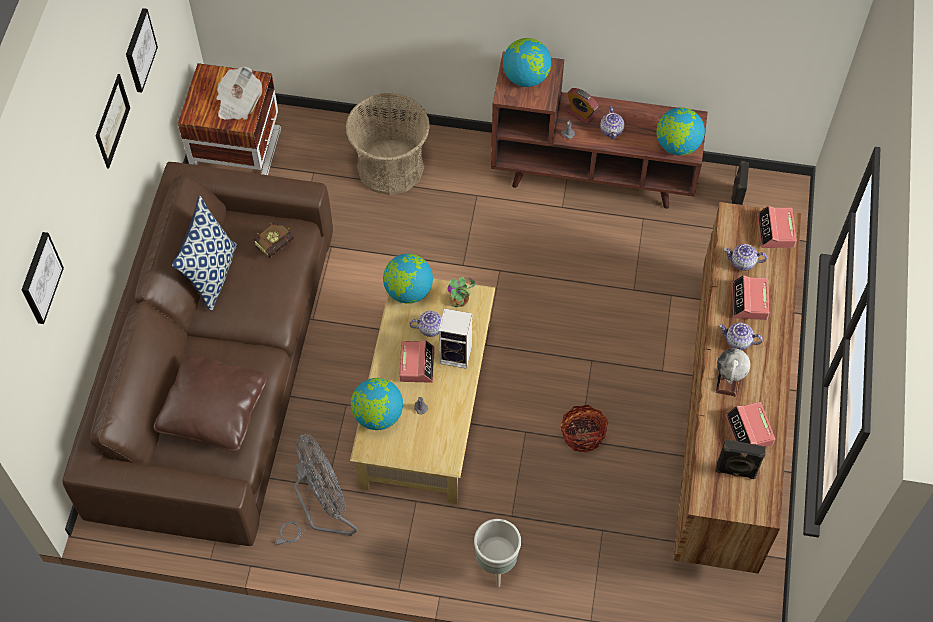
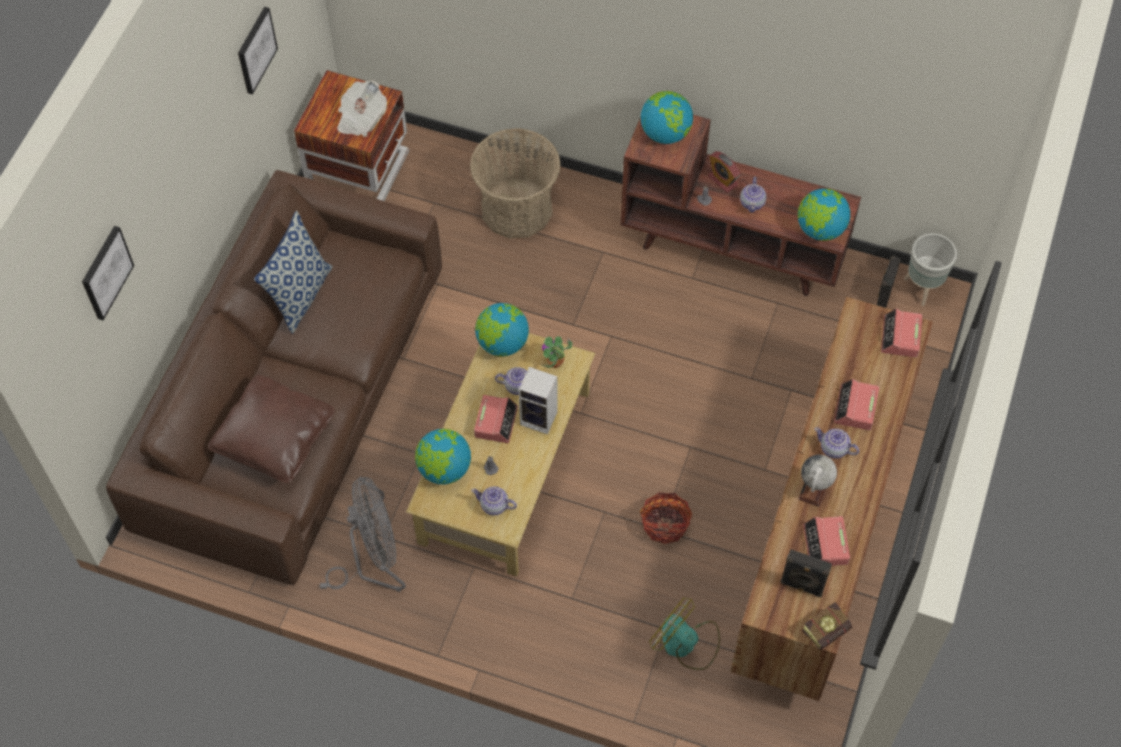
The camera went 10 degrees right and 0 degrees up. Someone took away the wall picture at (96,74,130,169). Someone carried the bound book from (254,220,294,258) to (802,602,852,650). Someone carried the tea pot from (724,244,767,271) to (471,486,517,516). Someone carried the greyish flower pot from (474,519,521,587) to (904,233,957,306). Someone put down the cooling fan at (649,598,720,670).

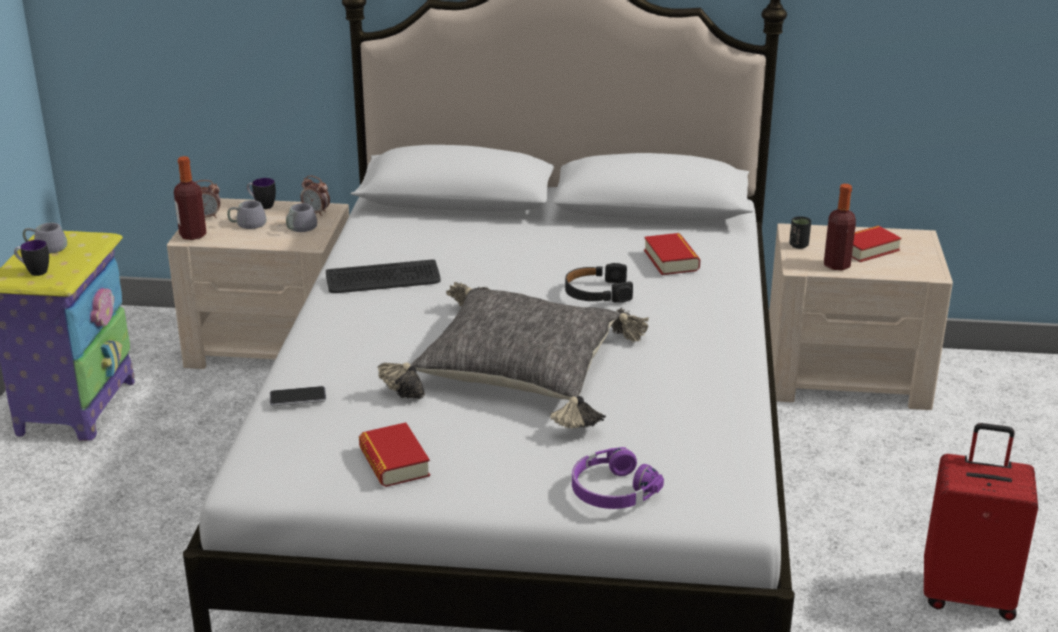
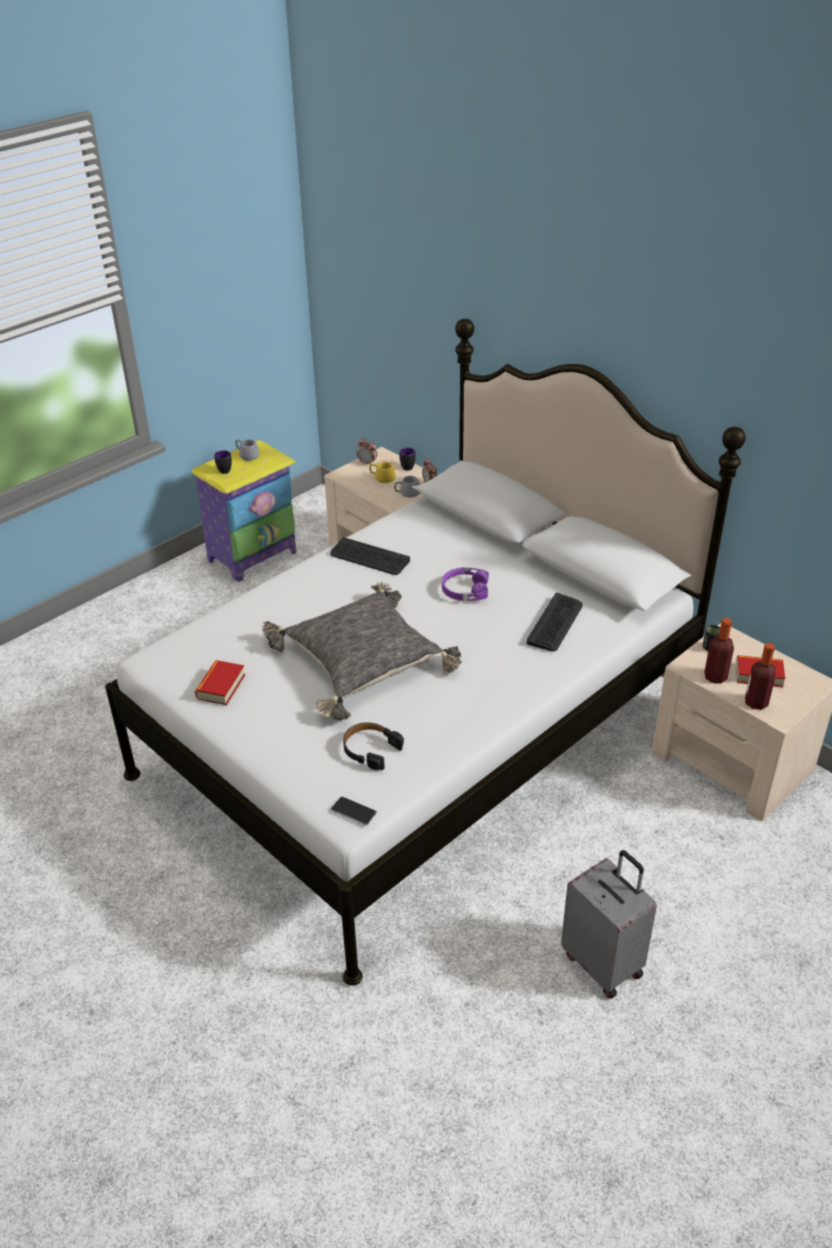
The camera went 40 degrees right and 10 degrees up. Someone carried the beverage bottle from (174,156,207,240) to (745,643,776,710). Someone repainted the greyish tea mug at (227,200,266,229), which became the yellow-coloured tea mug at (369,462,396,483). Someone swapped the bound book at (644,233,700,275) for the computer keyboard at (527,593,583,652). Someone carried the black-coloured headset from (565,263,633,303) to (343,723,404,770). Someone carried the telephone from (270,386,326,407) to (331,797,377,826). Someone repainted the reddish piece of luggage at (924,423,1038,621), which became the greyish piece of luggage at (561,850,657,999). Someone carried the purplish headset from (572,447,664,509) to (442,567,489,601).

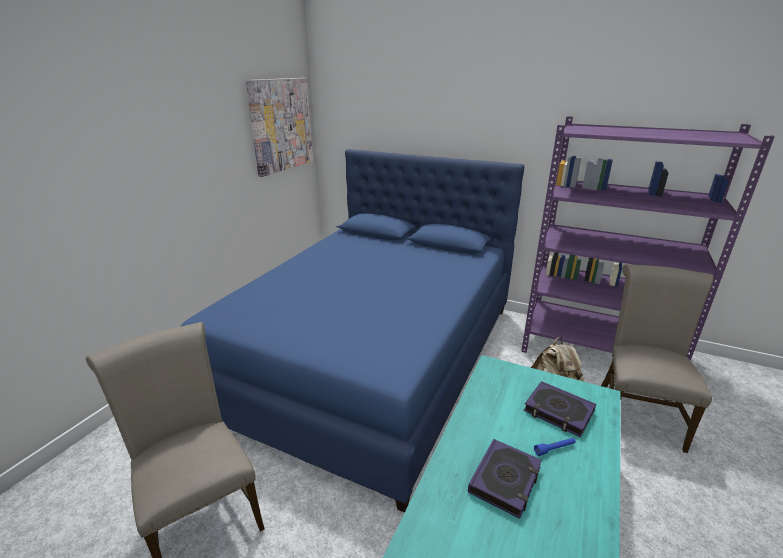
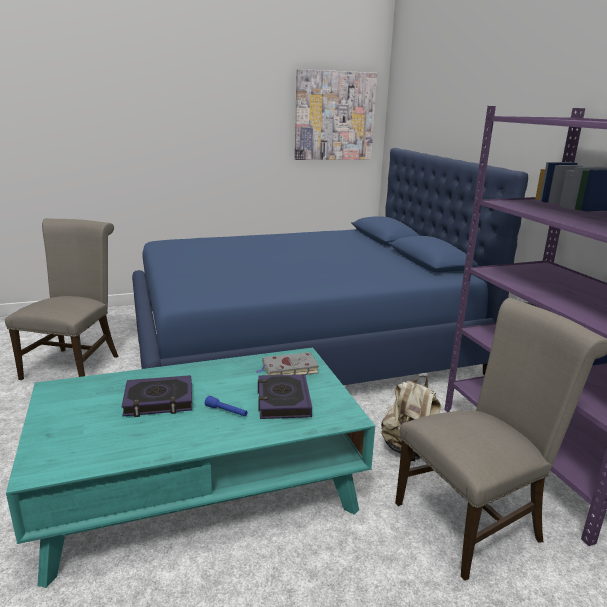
The camera went 45 degrees right and 5 degrees down. Someone put down the greyish bound book at (256,352,319,375).

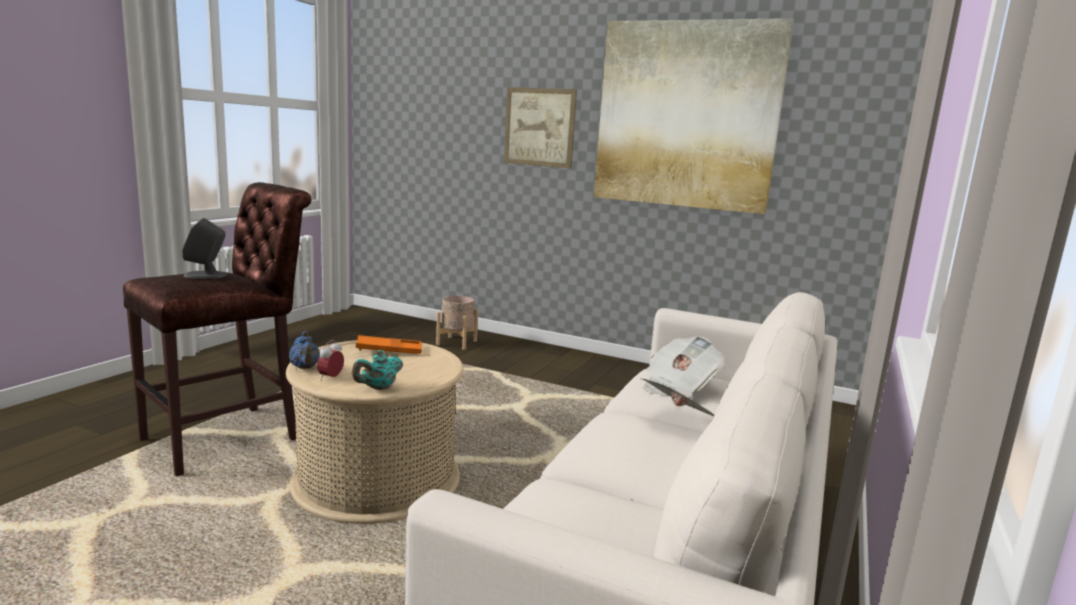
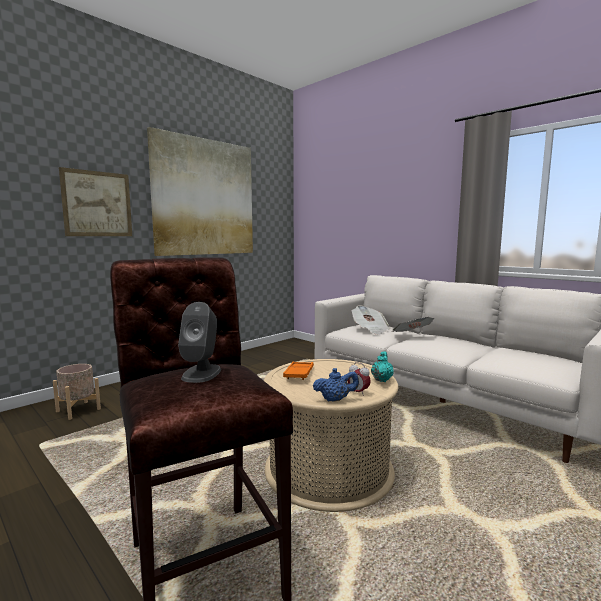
The camera went 70 degrees left and 5 degrees down. Someone rotated the turquoise tea pot at (352,350,403,390) by 135 degrees counterclockwise.

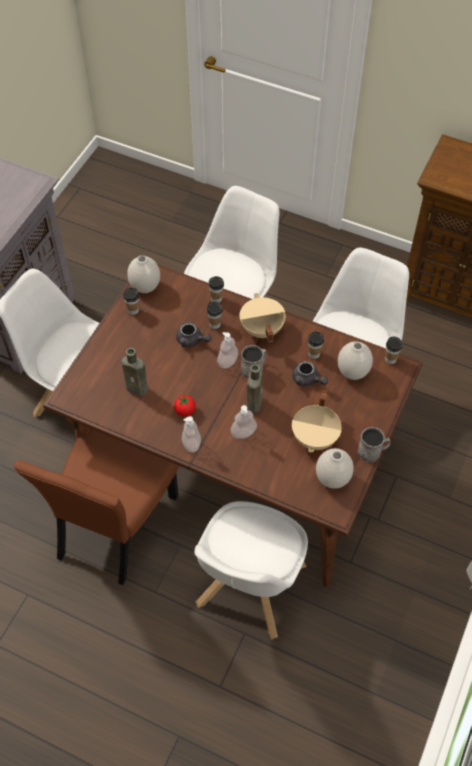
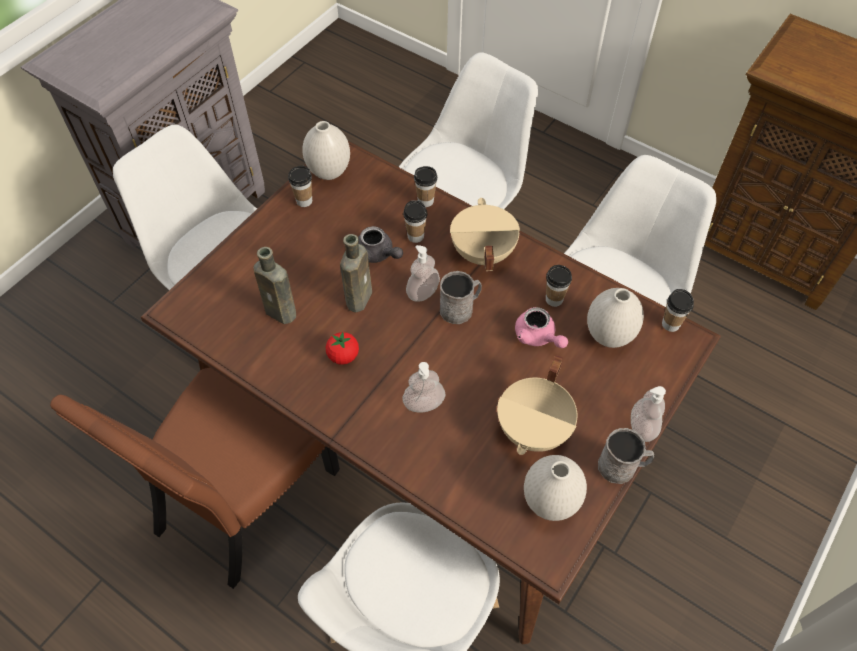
The camera went 10 degrees right and 0 degrees up. Someone repainted the greyish tea pot at (292,361,328,386), which became the pink tea pot at (515,307,568,348). Someone carried the brown beverage bottle from (247,364,263,414) to (340,234,372,313). Someone carried the soap dispenser from (182,416,201,452) to (631,386,666,442).

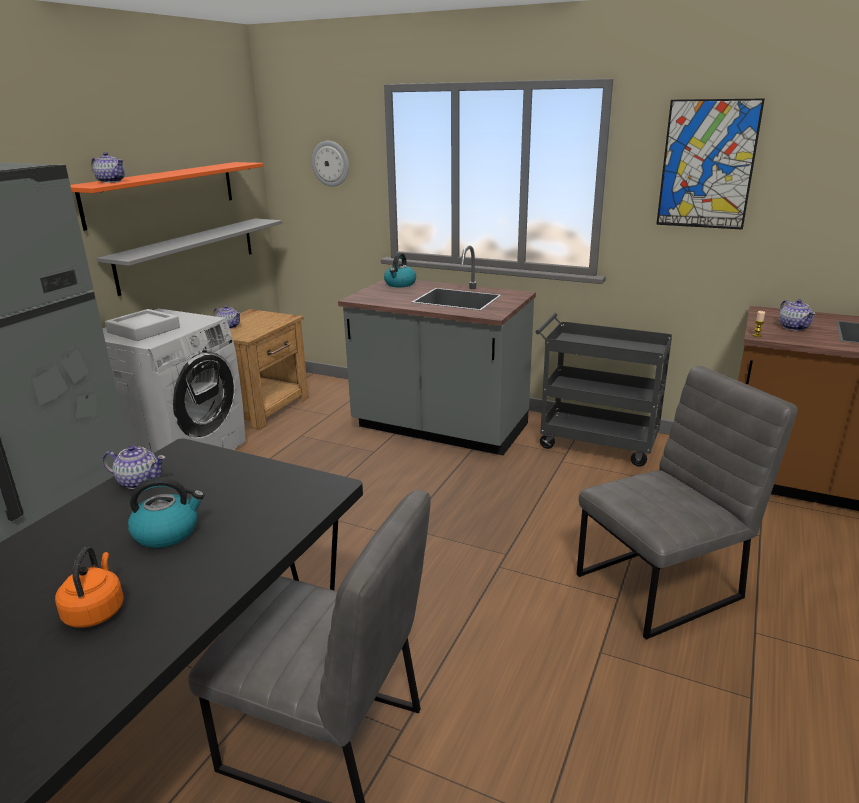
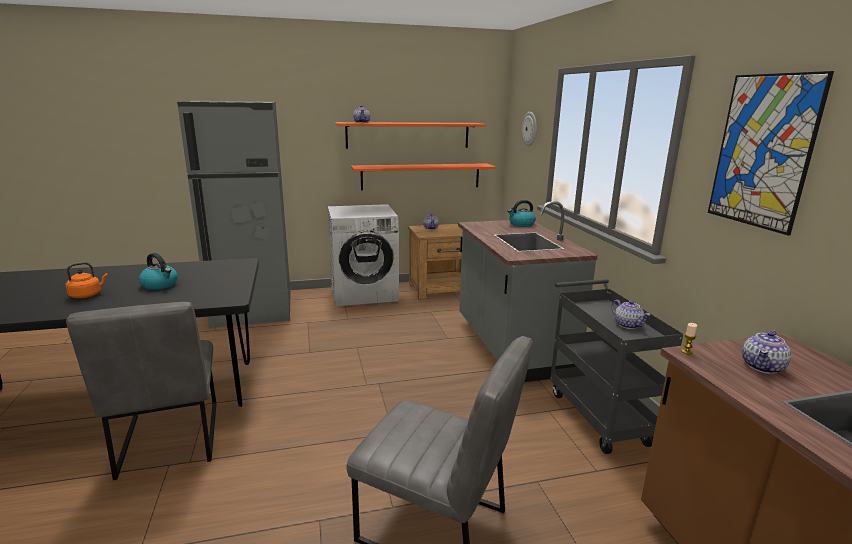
The camera went 50 degrees right and 5 degrees down. Someone repainted the greyish shelf at (97,218,282,296), which became the orange shelf at (351,163,496,190). Someone took away the greyish carrying tray at (105,309,180,341). Someone carried the tea pot from (103,445,166,489) to (611,300,650,329).

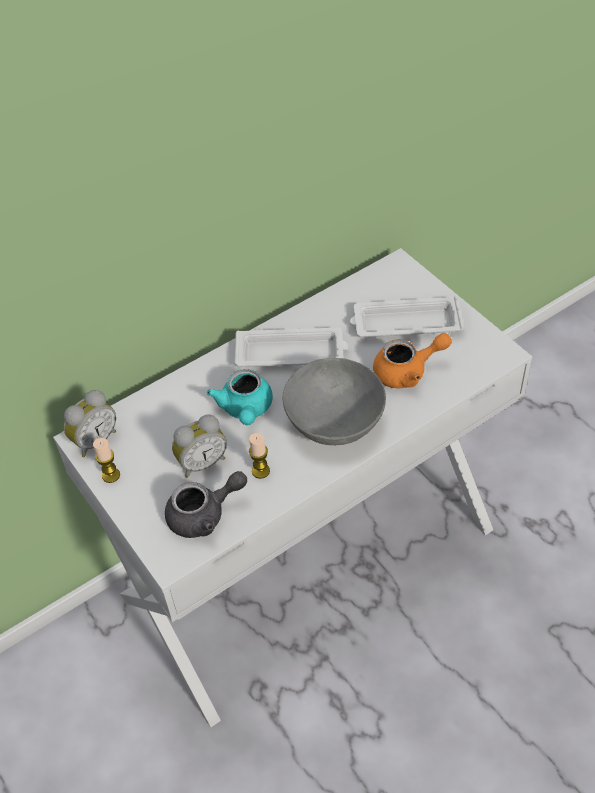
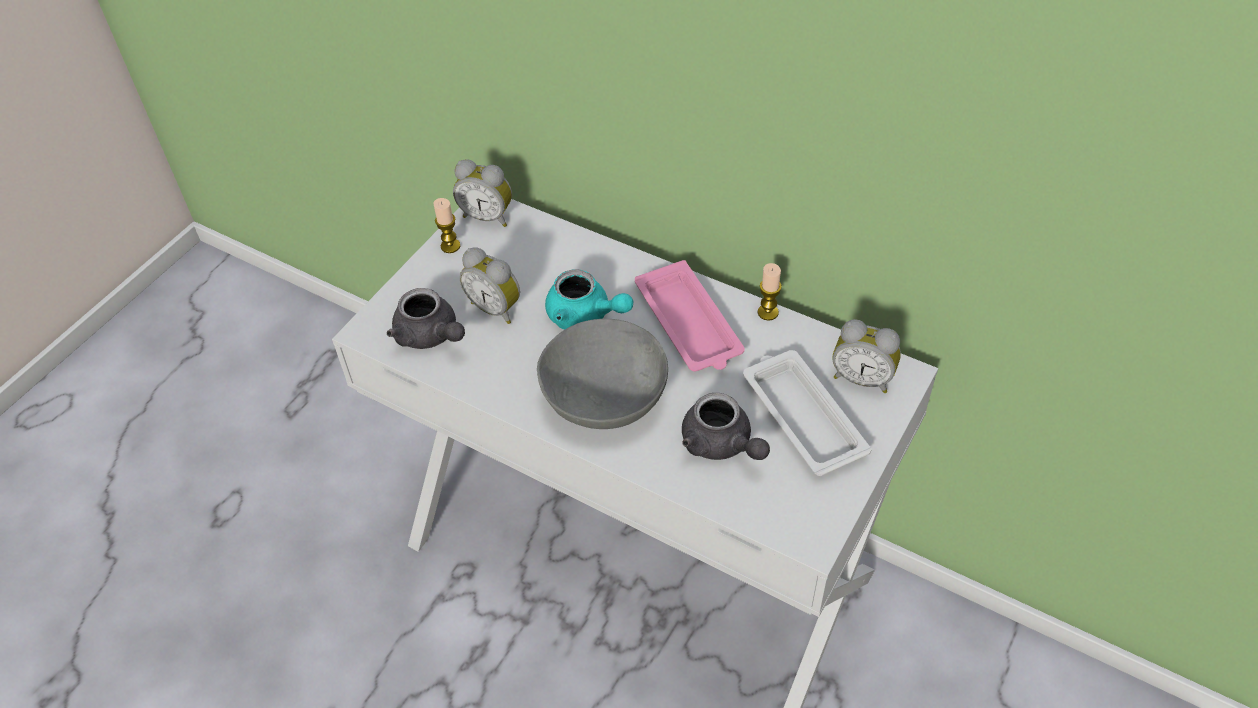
The camera went 65 degrees right and 0 degrees up. Someone repainted the white-coloured carrying tray at (234,328,348,367), which became the pink carrying tray at (635,260,745,372). Someone repainted the orange tea pot at (373,333,452,389), which became the greyish tea pot at (682,393,770,460). Someone rotated the turquoise tea pot at (207,369,273,425) by 120 degrees counterclockwise. Someone carried the candle from (249,433,270,479) to (758,263,782,321). Someone put down the table clock at (833,319,901,393).

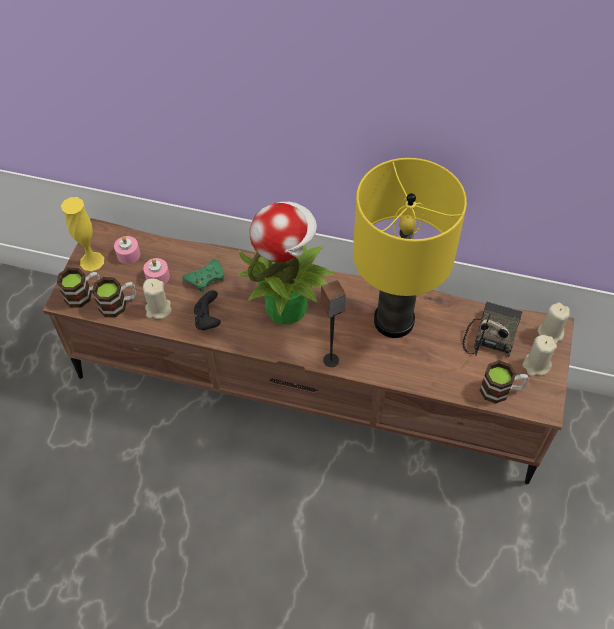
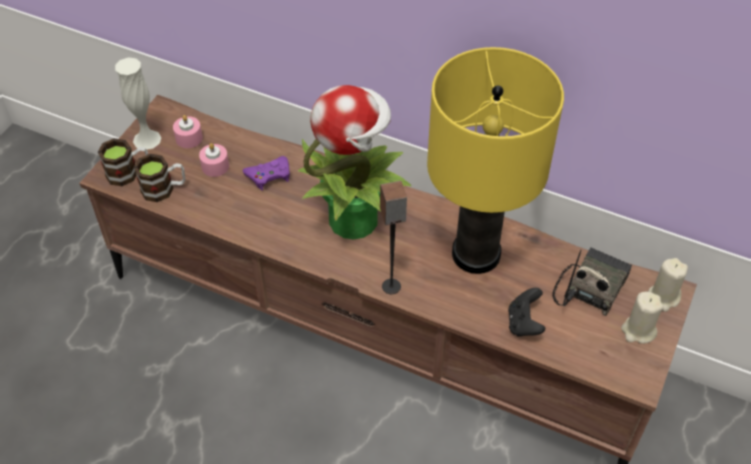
The camera went 10 degrees right and 5 degrees down. Someone repainted the yellow-coloured vase at (61,197,104,271), which became the white-coloured vase at (115,58,162,150). Someone repainted the green gamepad at (182,259,224,293), which became the purplish gamepad at (242,156,290,191). Someone took away the beige candle at (143,278,172,319). Someone carried the black-coloured gamepad from (194,290,221,331) to (508,288,545,337). Someone took away the tea mug at (480,360,529,404).

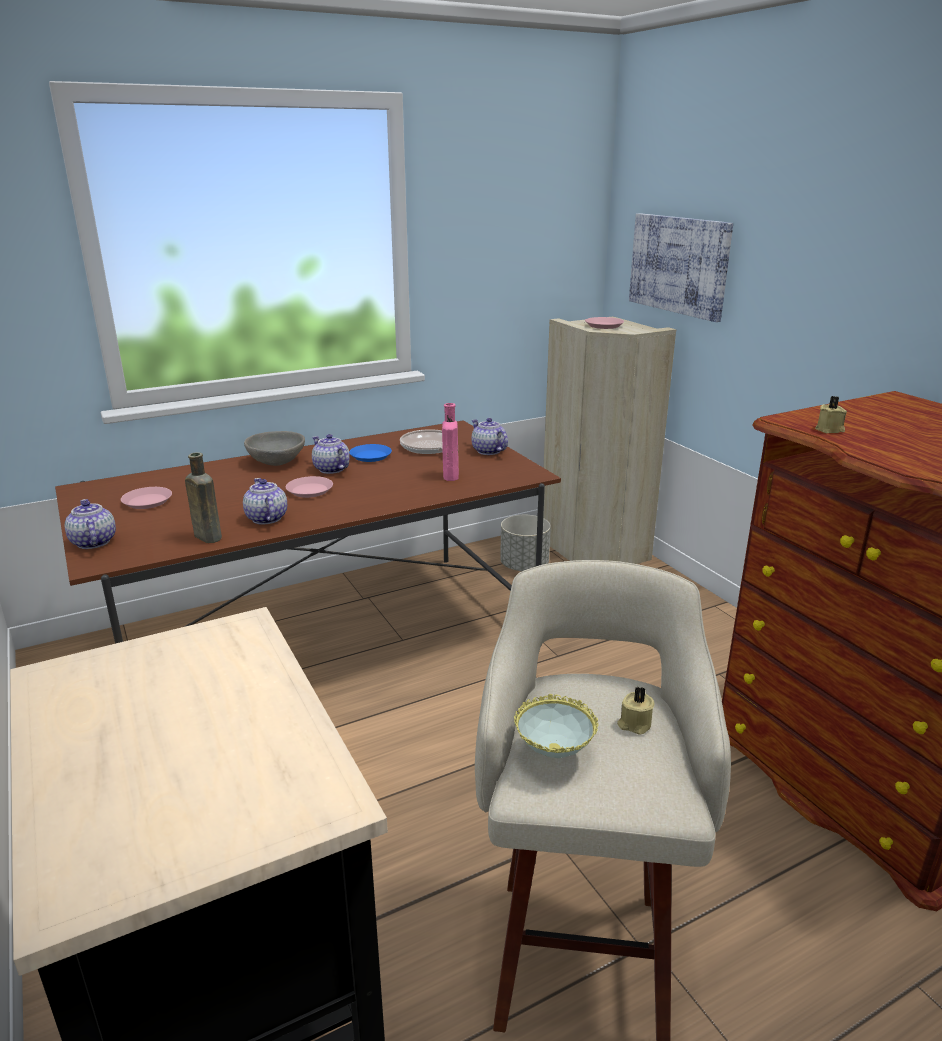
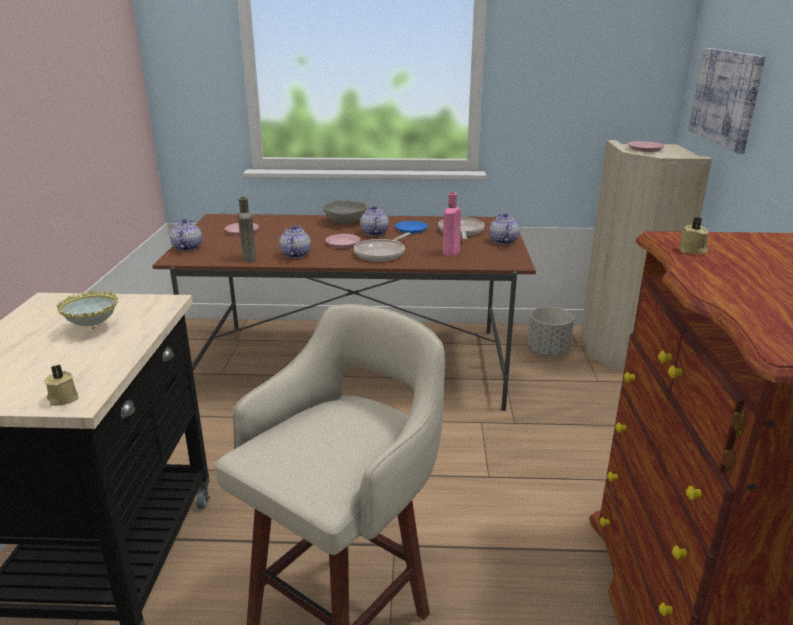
The camera went 30 degrees right and 0 degrees up. Someone carried the beige candle from (617,686,655,735) to (44,365,79,406). Someone carried the serving bowl from (514,694,599,758) to (56,291,118,330). Someone put down the skillet at (354,232,411,261).

